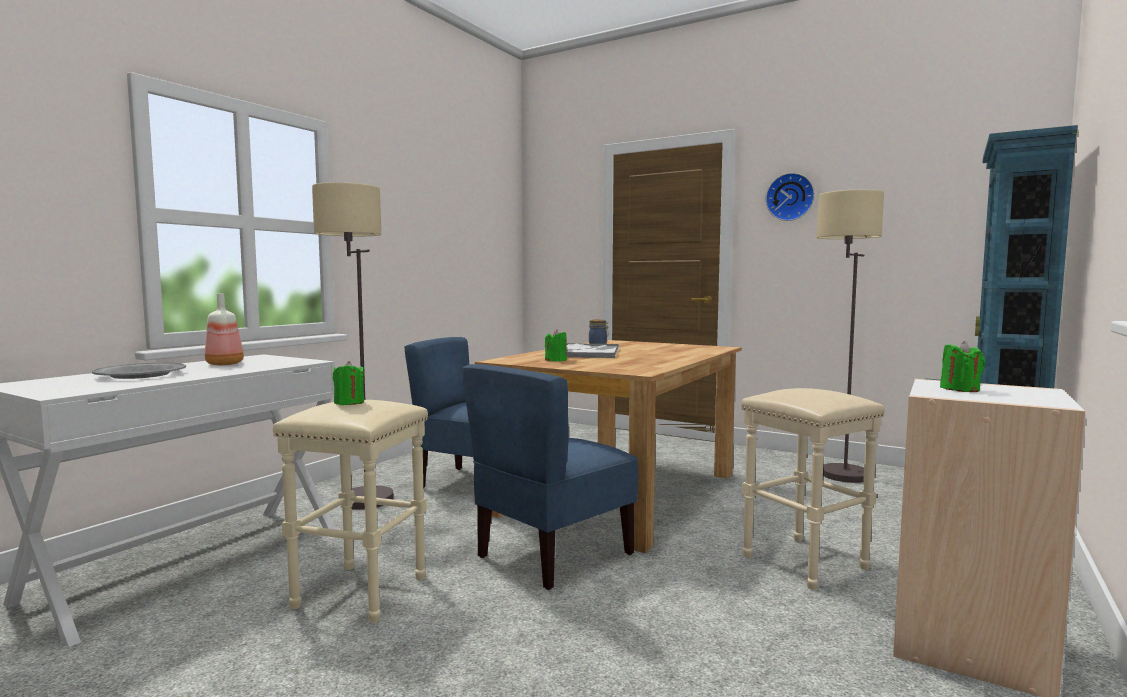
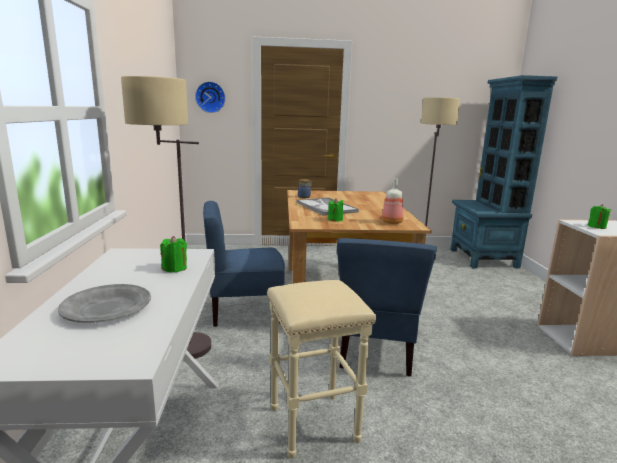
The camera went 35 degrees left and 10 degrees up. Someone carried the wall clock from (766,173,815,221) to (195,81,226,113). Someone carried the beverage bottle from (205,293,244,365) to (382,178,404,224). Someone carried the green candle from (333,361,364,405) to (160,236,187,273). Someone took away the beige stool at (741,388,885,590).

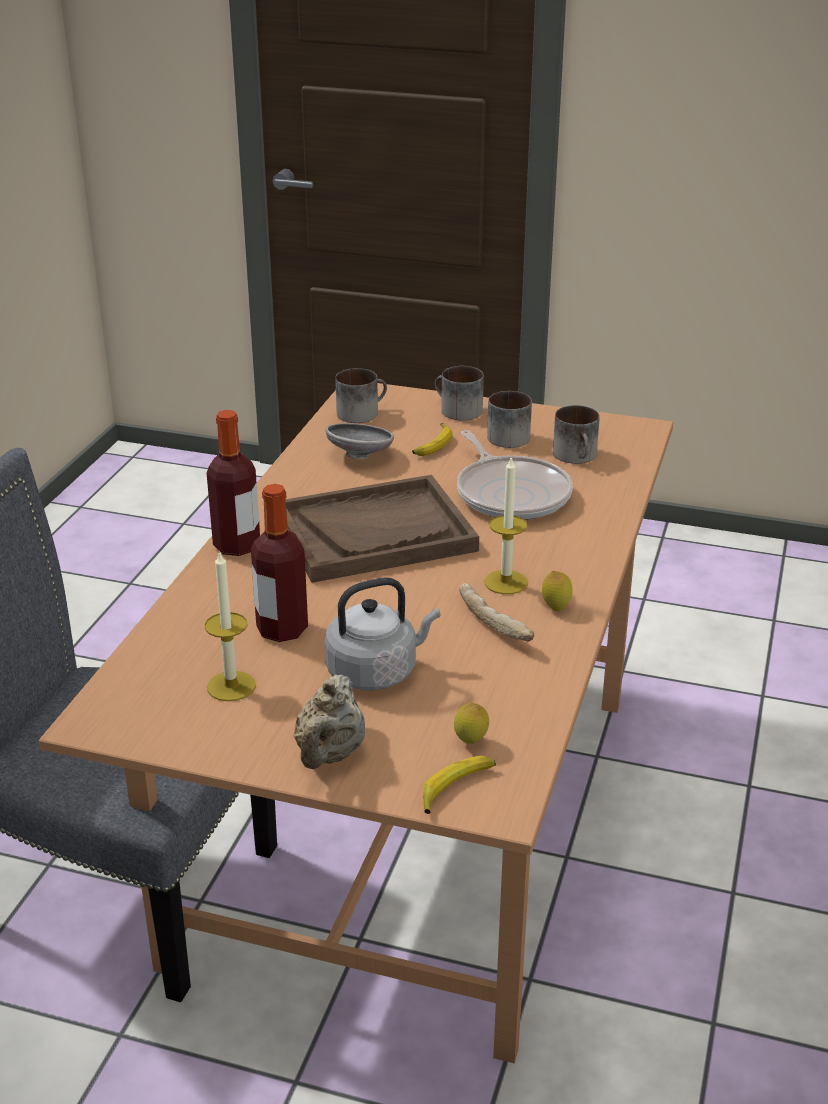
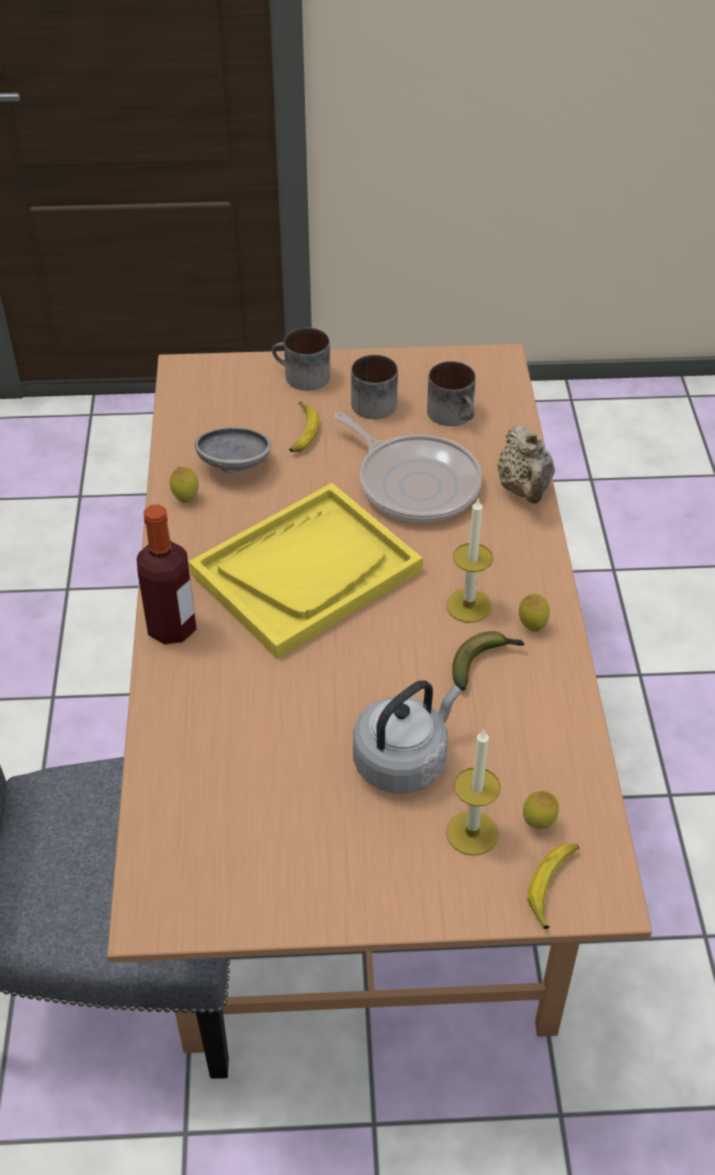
The camera went 20 degrees left and 15 degrees up. Someone took away the tea mug at (335,368,387,423). Someone repainted the brown carrying tray at (285,475,479,583), which became the yellow-coloured carrying tray at (189,483,423,659). Someone took away the beverage bottle at (251,484,308,642). Someone carried the candle from (205,550,256,701) to (446,729,501,856). Someone swapped the bread at (459,583,534,642) for the banana fruit at (452,631,525,690). Someone carried the beige tea pot from (293,674,365,770) to (497,425,555,504). Someone put down the citrus fruit at (169,467,199,503).

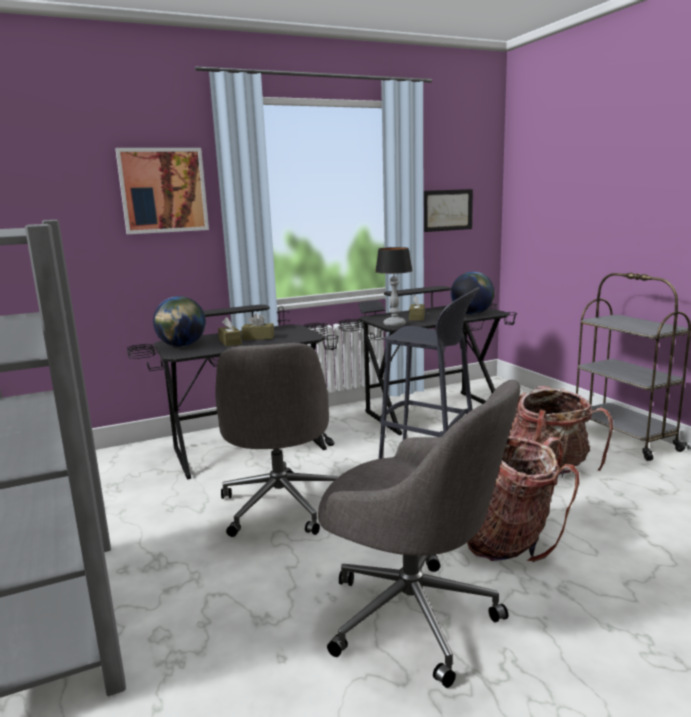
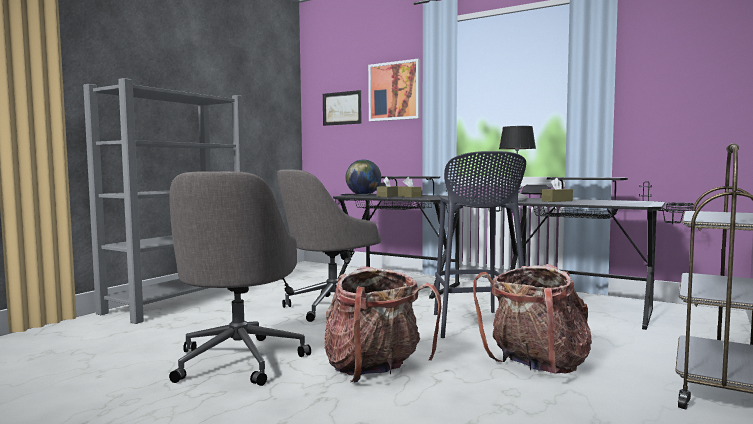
The camera went 55 degrees right and 10 degrees down. Someone carried the wall picture from (424,189,473,232) to (323,90,361,126). Someone took away the desk globe at (450,271,495,315).

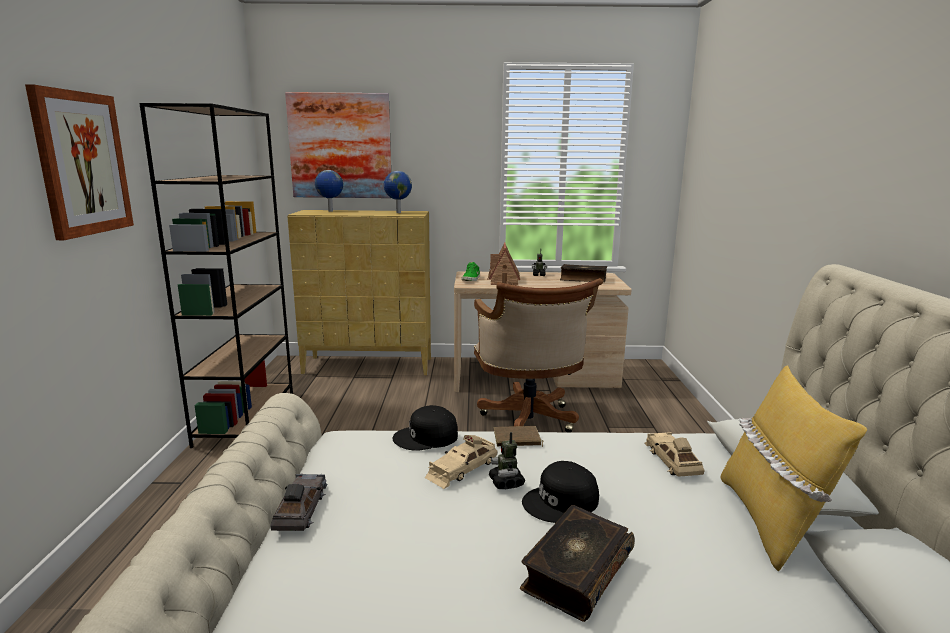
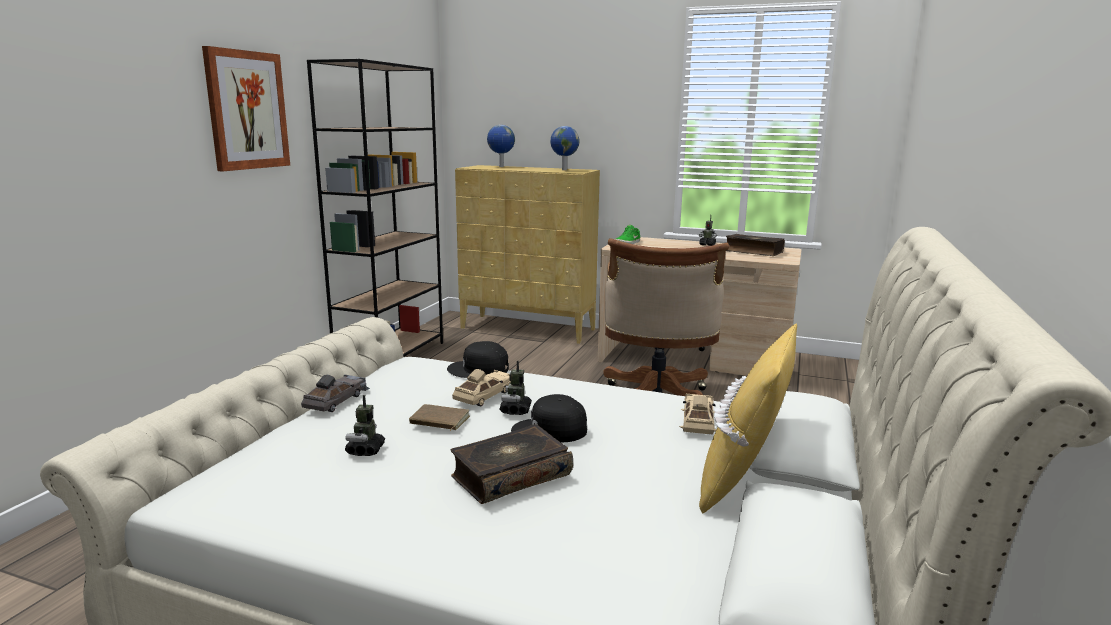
The camera went 20 degrees right and 0 degrees up. Someone took away the wall picture at (285,92,391,198). Someone took away the miniature house at (487,242,520,285). Someone carried the brown bound book from (494,426,544,447) to (409,404,470,431). Someone rotated the beige toy car at (425,435,497,489) by 150 degrees clockwise. Someone put down the robot figure at (345,395,385,456).

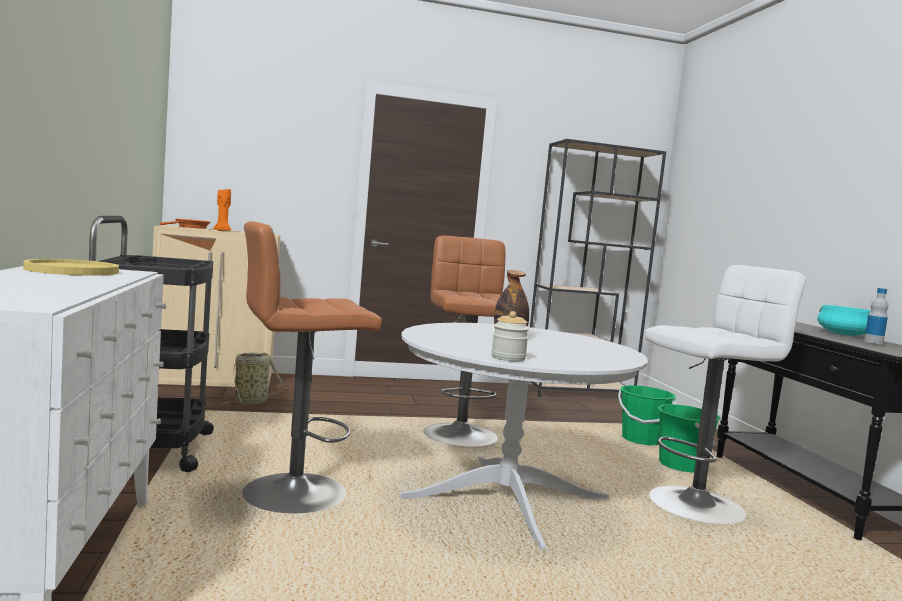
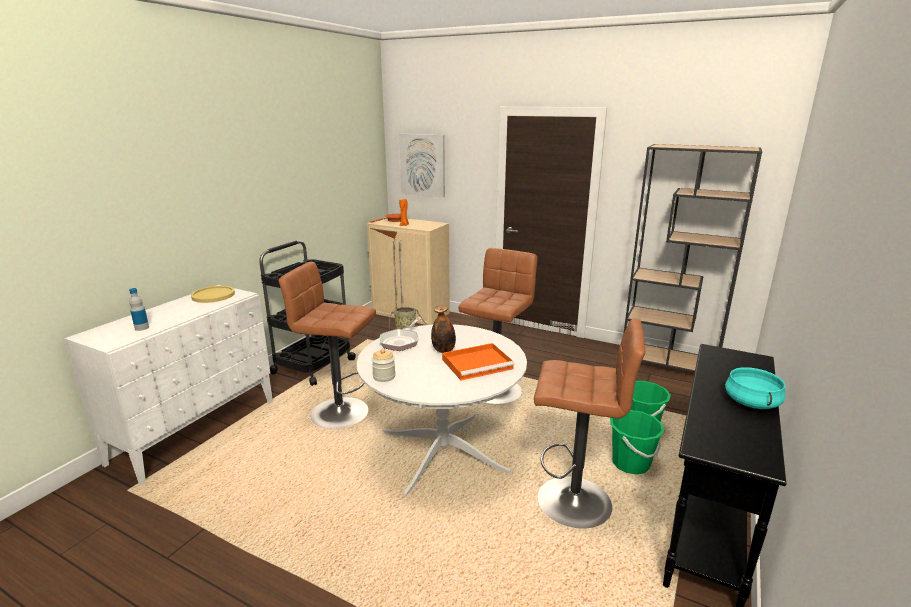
The camera went 40 degrees right and 15 degrees up. Someone repainted the white-coloured stool at (645,265,806,524), which became the brown stool at (534,319,645,529). Someone carried the beverage bottle from (864,288,888,344) to (129,288,149,331). Someone put up the wall picture at (399,134,445,197). Someone put down the skillet at (380,317,422,351). Someone put down the orange carrying tray at (442,343,515,380).

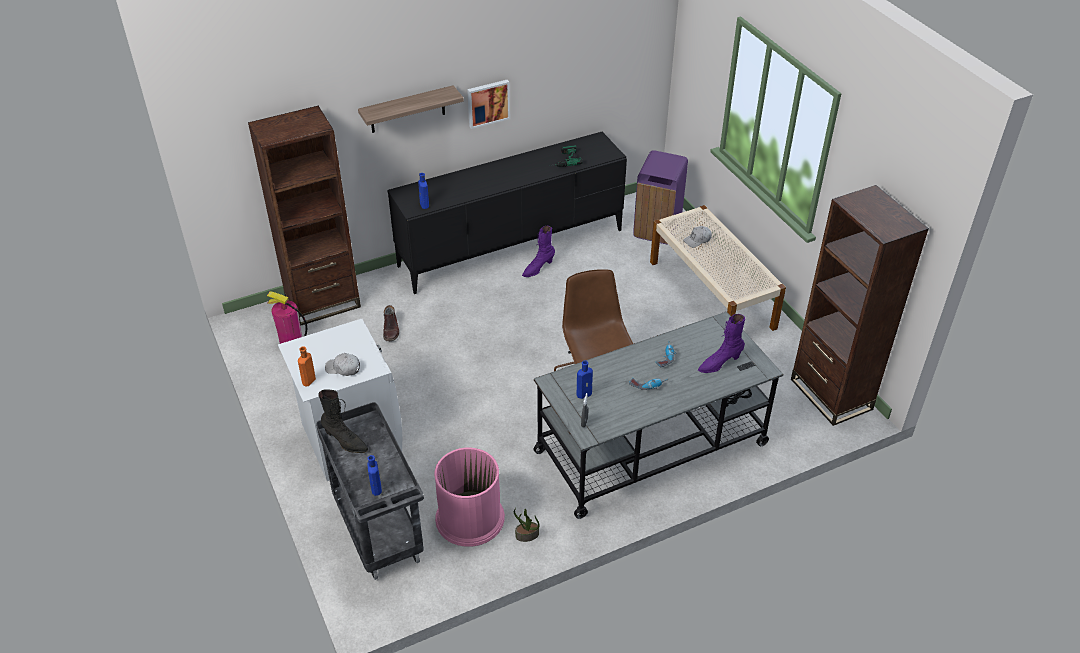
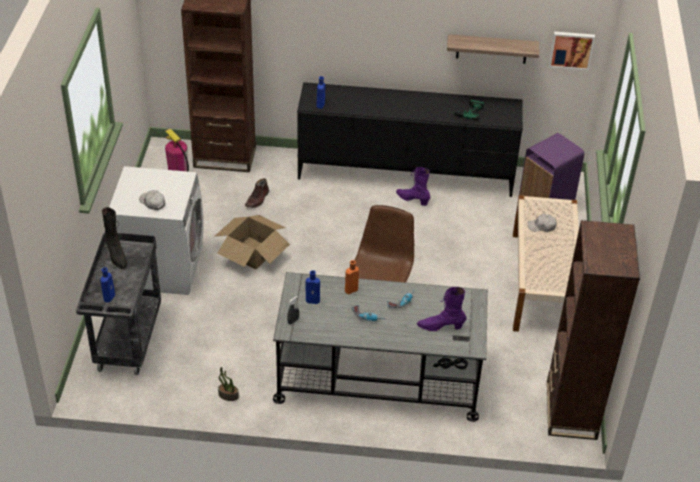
The camera went 30 degrees right and 0 degrees up. Someone carried the wall picture from (467,80,510,129) to (549,32,595,70). Someone carried the shelf from (358,85,464,133) to (447,35,539,64). Someone rotated the purplish boot at (522,226,555,277) by 45 degrees clockwise. Someone carried the orange beverage bottle from (298,346,316,386) to (345,260,359,294). Someone took away the pink trash can at (434,448,505,547). Someone put down the carton at (215,215,290,270).

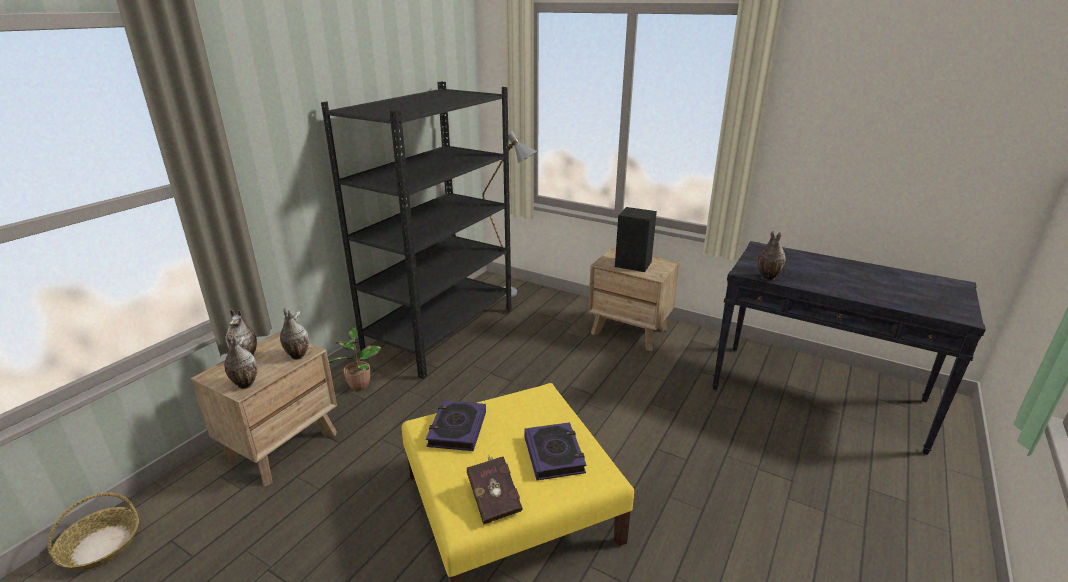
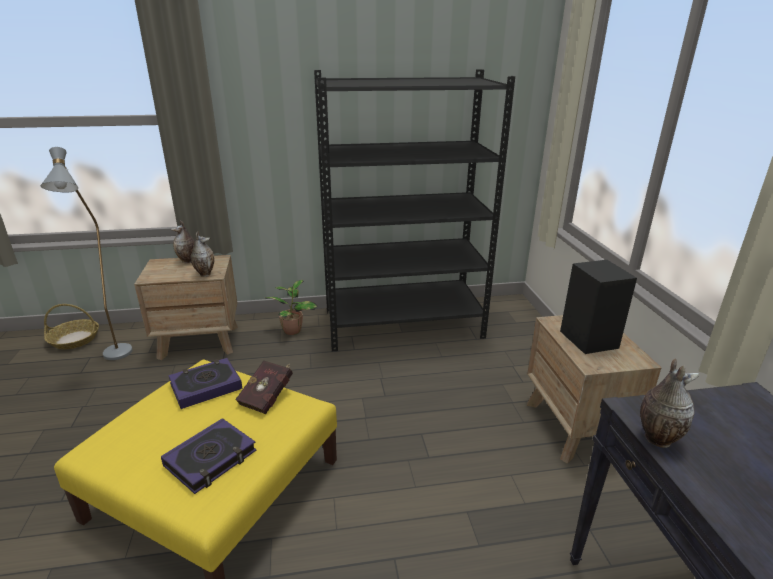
The camera went 50 degrees right and 0 degrees up. Someone carried the greyish standing lamp from (482,131,537,298) to (41,147,133,360). Someone took away the vase at (224,335,257,389). Someone carried the reddish bound book from (467,455,523,525) to (235,360,293,414).

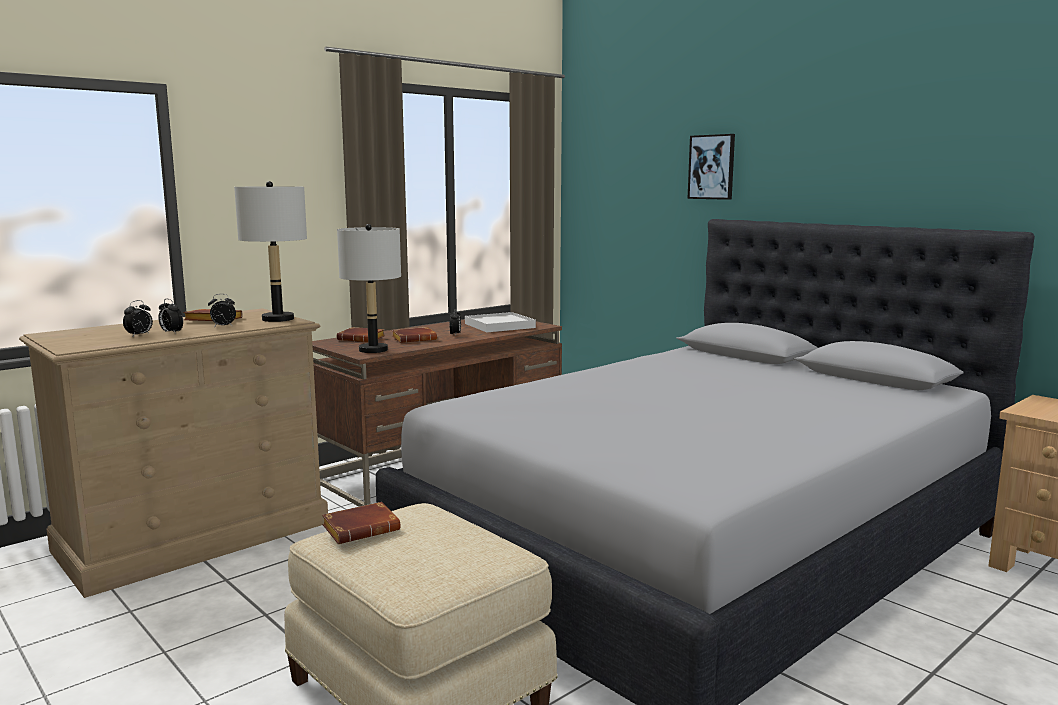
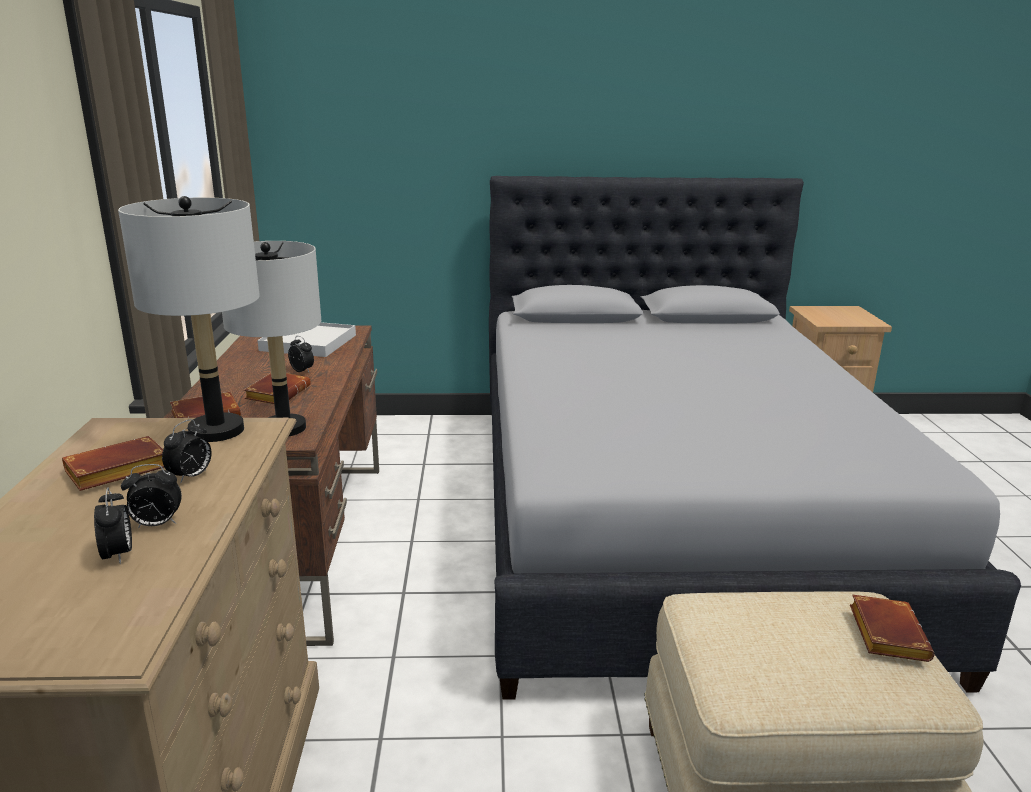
The camera went 50 degrees left and 10 degrees up. Someone took away the wall picture at (688,134,735,200). Someone carried the brown bound book from (322,502,400,544) to (850,595,934,662).

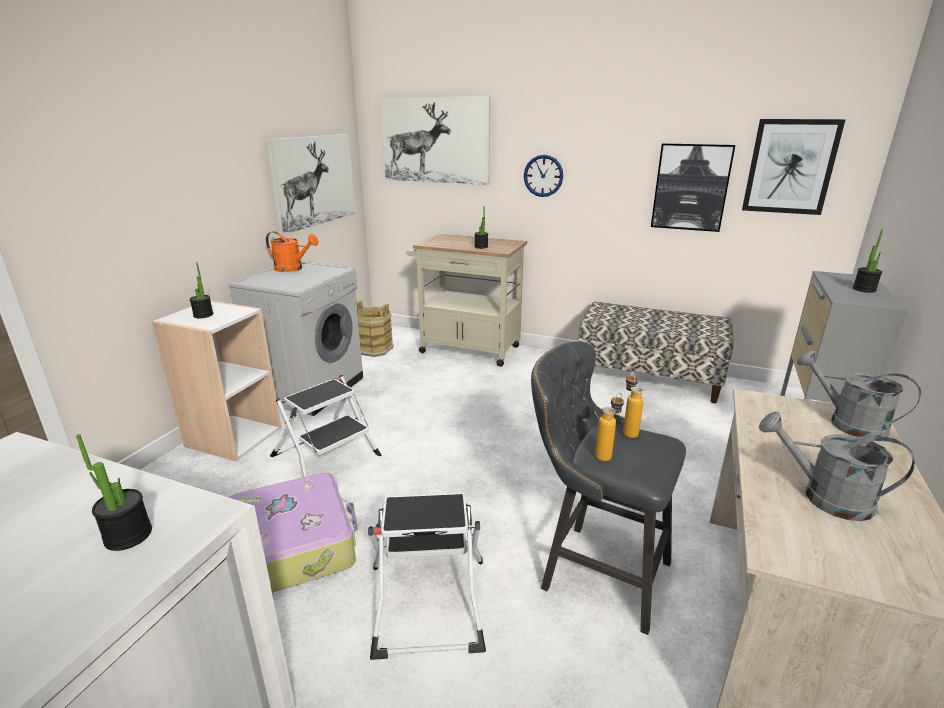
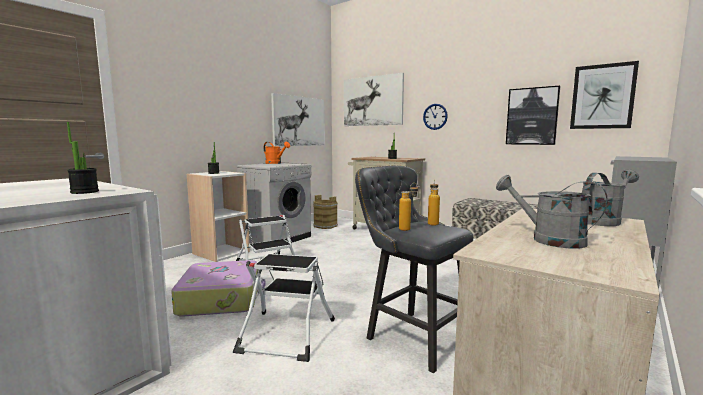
The camera went 15 degrees right and 15 degrees down. Someone took away the plant in a pot at (853,229,883,293). Someone rotated the greyish watering pot at (797,350,921,439) by 90 degrees clockwise.

